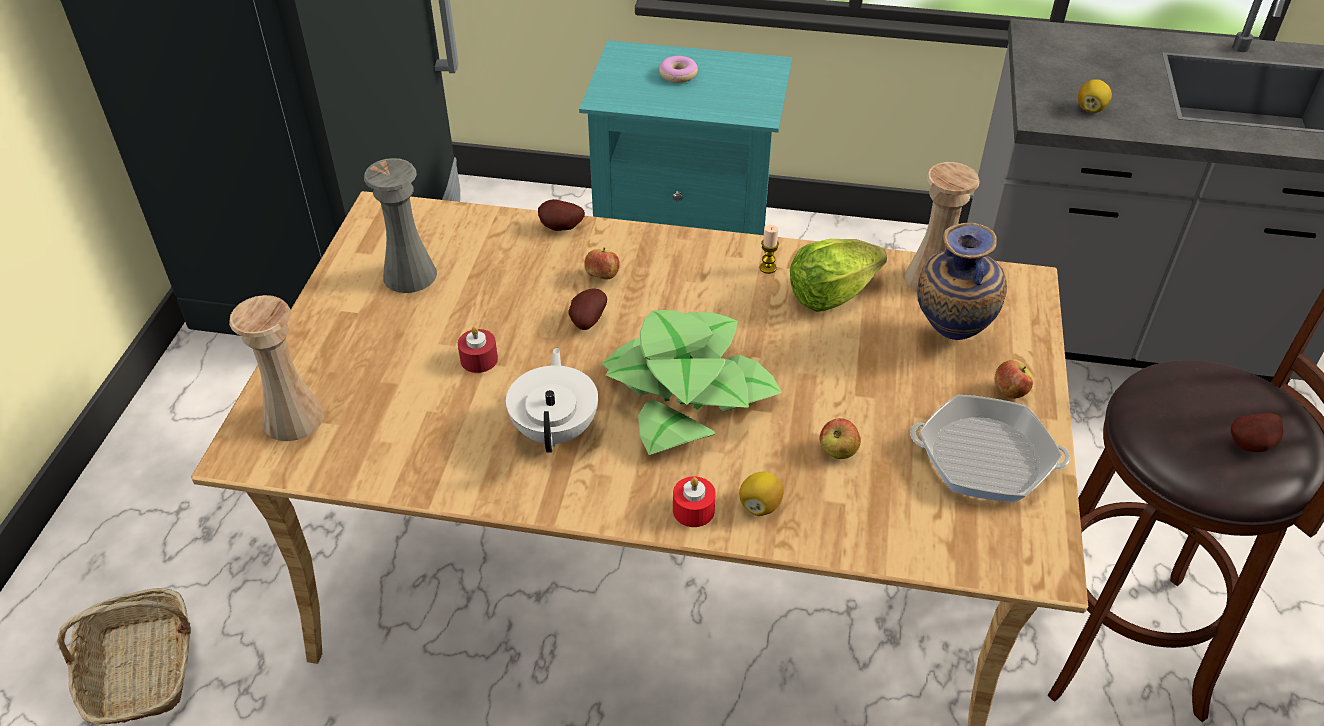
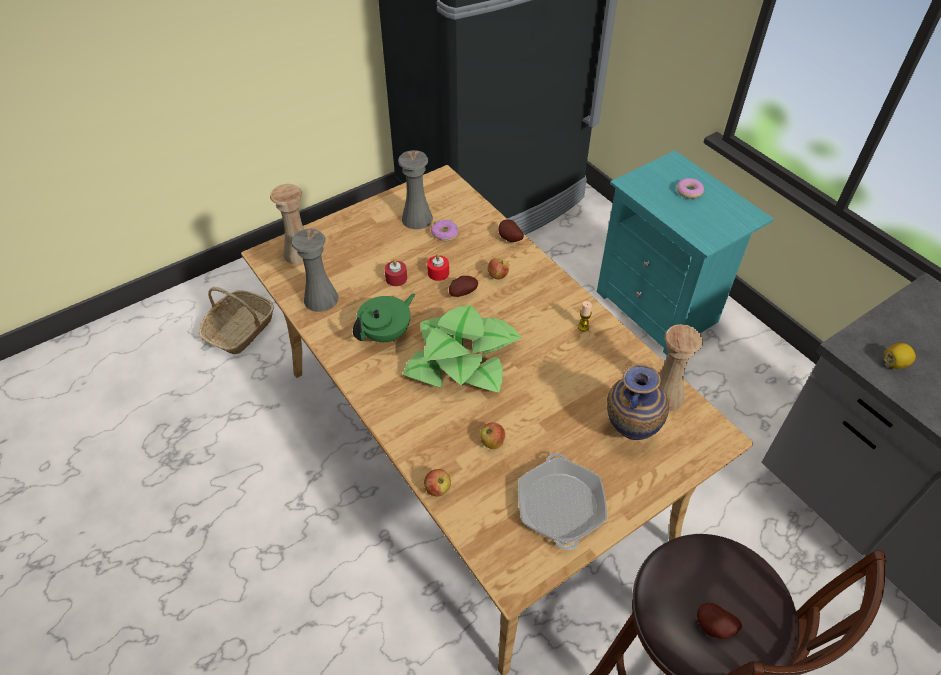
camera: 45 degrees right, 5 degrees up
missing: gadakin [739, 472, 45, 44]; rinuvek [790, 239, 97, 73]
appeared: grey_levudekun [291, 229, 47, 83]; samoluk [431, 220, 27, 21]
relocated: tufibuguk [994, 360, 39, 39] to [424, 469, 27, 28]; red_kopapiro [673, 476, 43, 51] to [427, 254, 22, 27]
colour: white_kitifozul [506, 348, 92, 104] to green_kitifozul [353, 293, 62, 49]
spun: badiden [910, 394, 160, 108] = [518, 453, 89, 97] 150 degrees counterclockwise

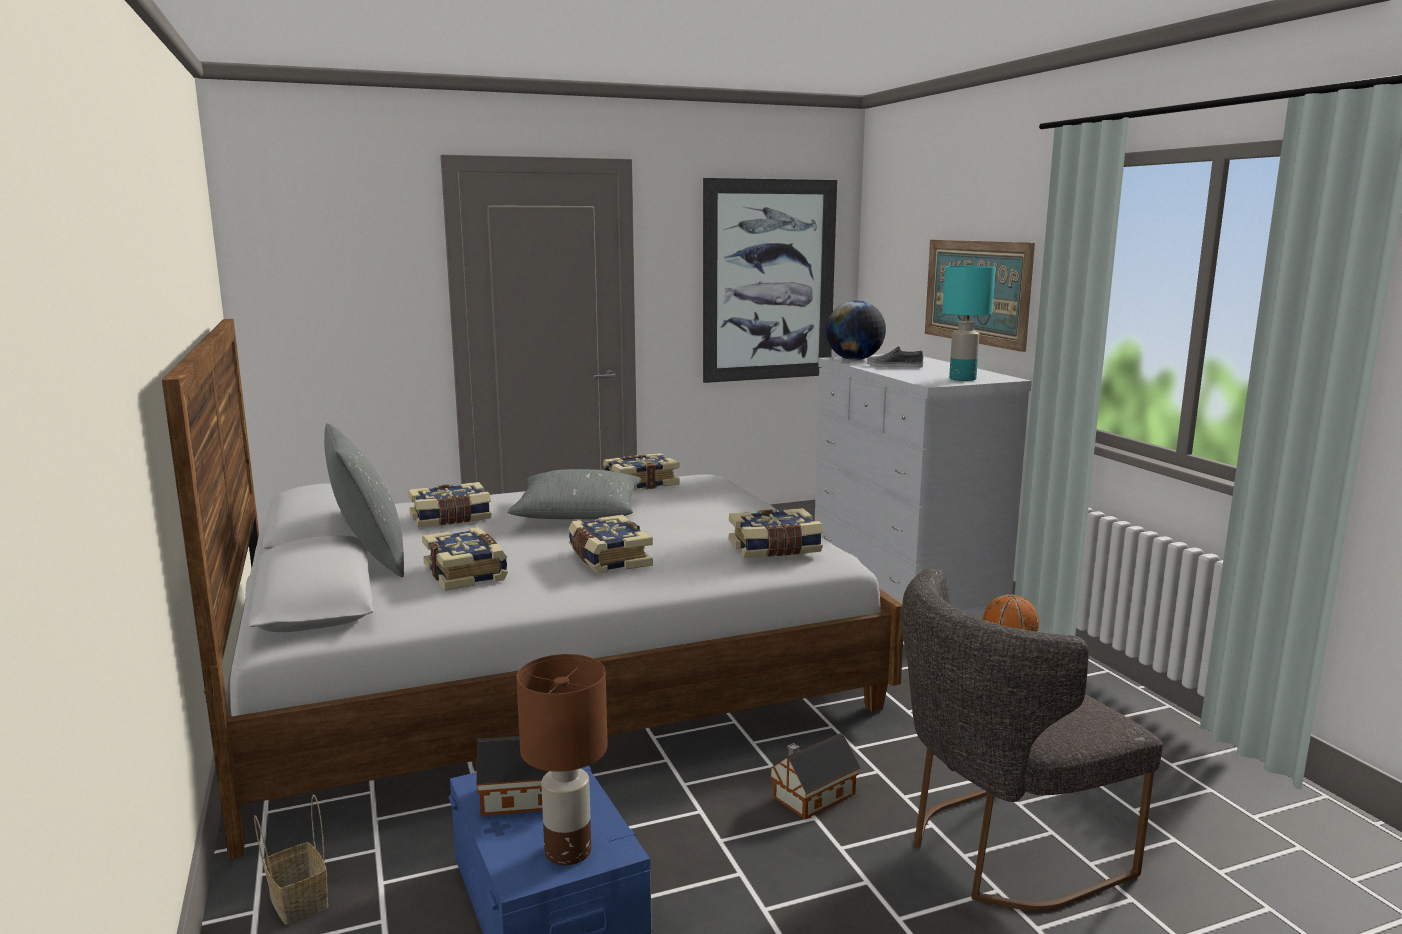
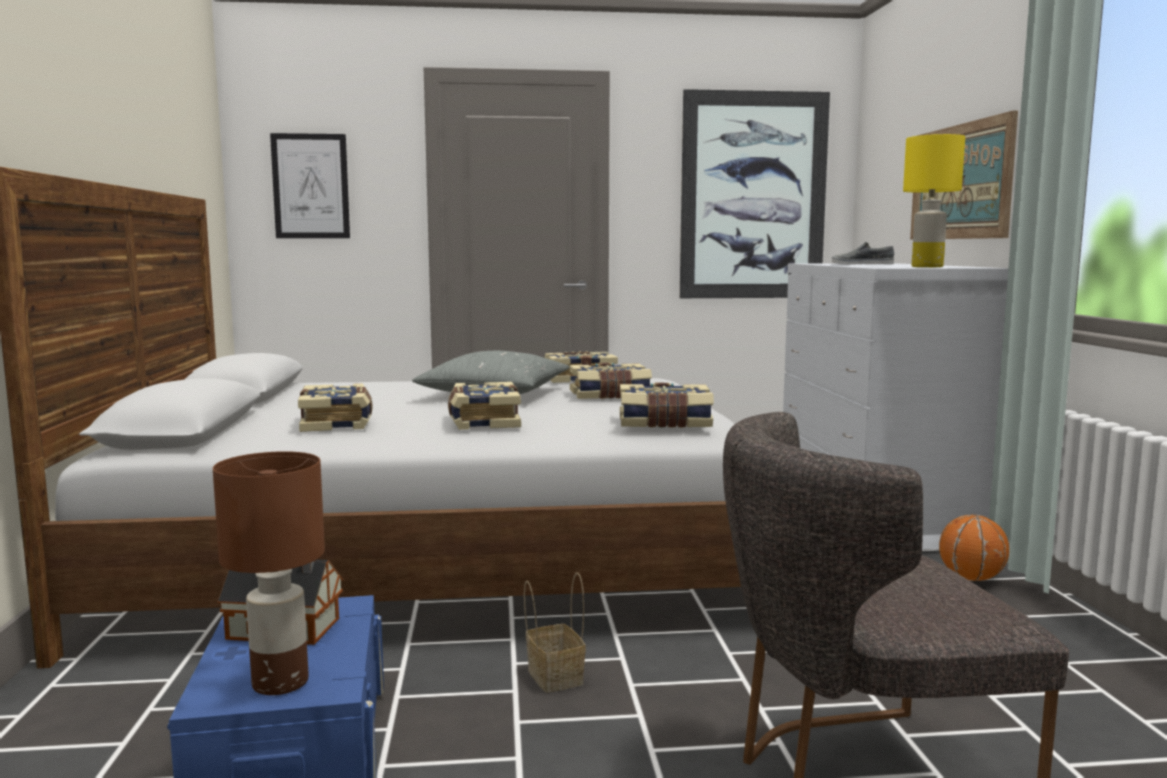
camera: 15 degrees right, 5 degrees down
missing: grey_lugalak [324, 424, 80, 154]; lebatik [769, 733, 92, 86]; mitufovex [826, 300, 60, 60]
appeared: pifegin [270, 133, 80, 105]
relocated: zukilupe [254, 795, 74, 130] to [524, 572, 62, 121]; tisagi [408, 482, 83, 45] to [570, 363, 82, 36]
colour: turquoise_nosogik [942, 266, 54, 115] to yellow_nosogik [903, 134, 62, 133]

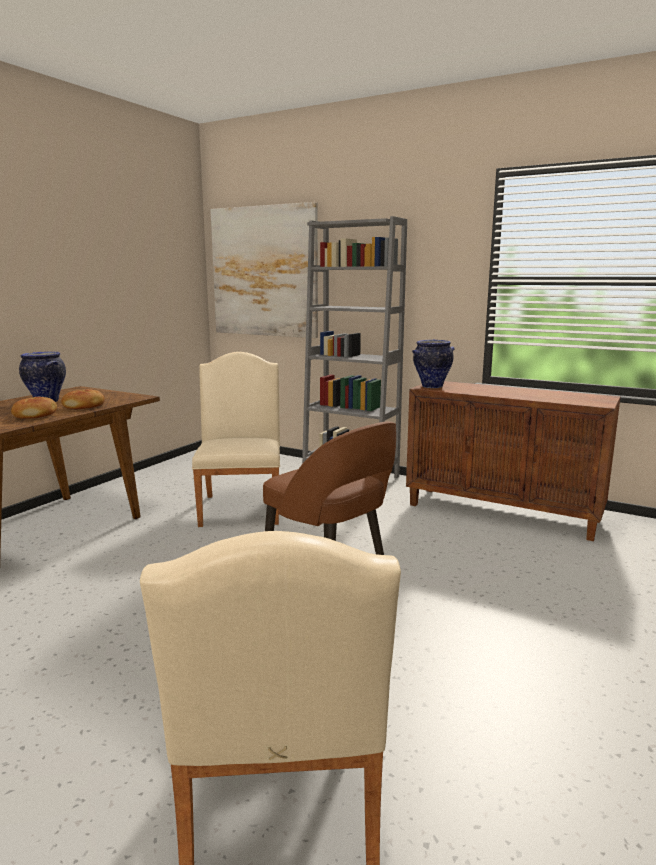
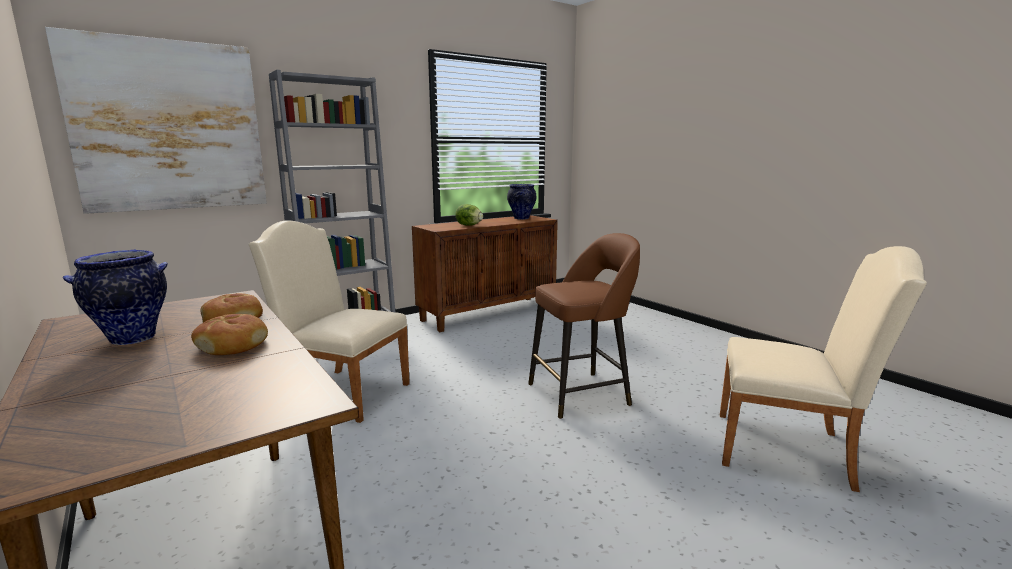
camera: 65 degrees left, 0 degrees up
appeared: rinuvek [455, 204, 28, 22]
relocated: levudekun [412, 340, 43, 48] to [507, 184, 29, 36]

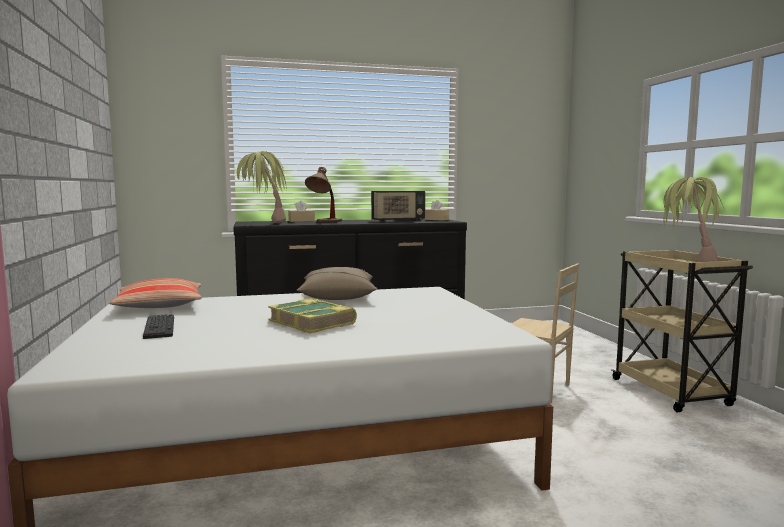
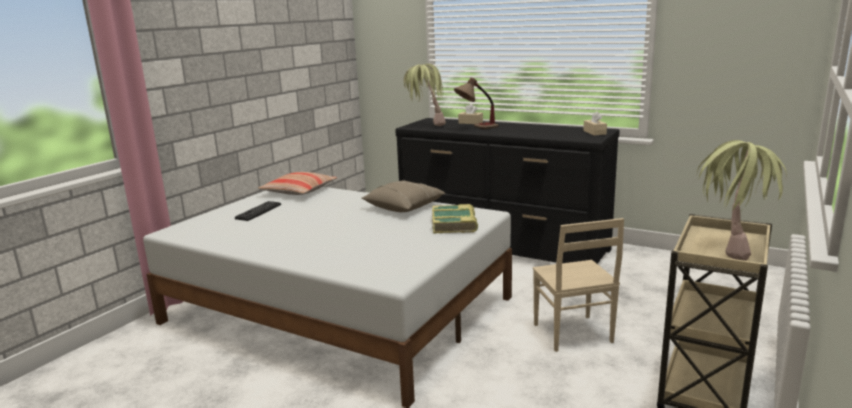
camera: 45 degrees right, 10 degrees up
missing: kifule [371, 191, 54, 31]
relocated: tisagi [268, 298, 89, 35] to [432, 204, 46, 29]

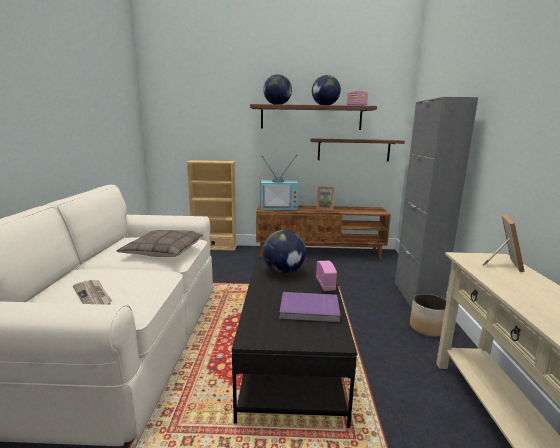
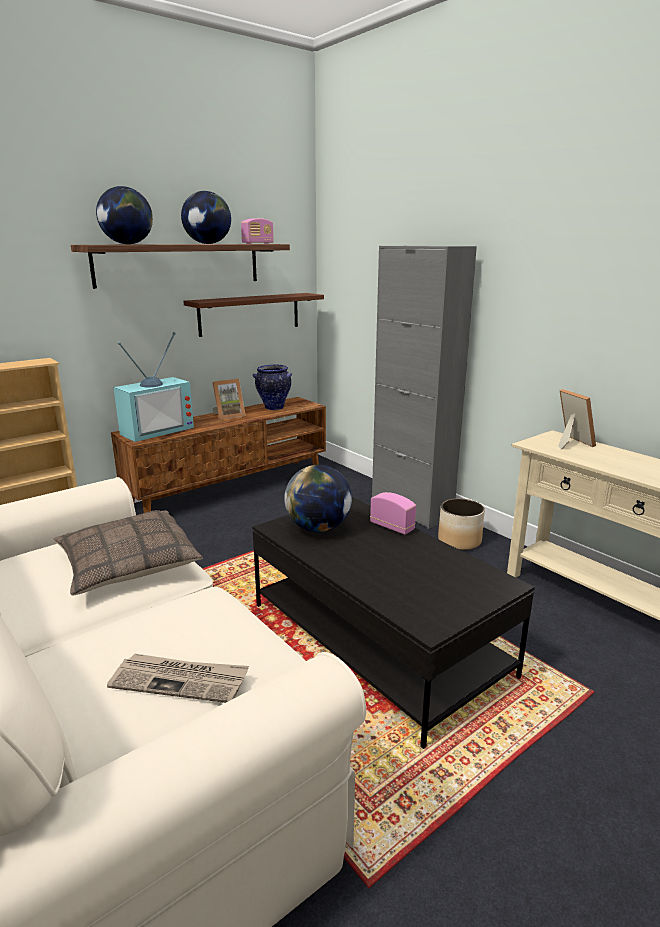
camera: 40 degrees left, 5 degrees up
missing: purple_tisagi [279, 292, 61, 30]
appeared: levudekun [253, 364, 39, 46]

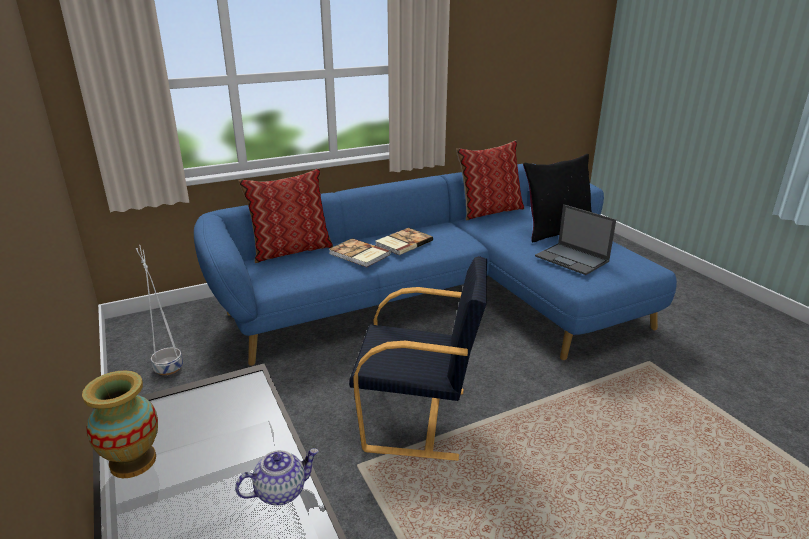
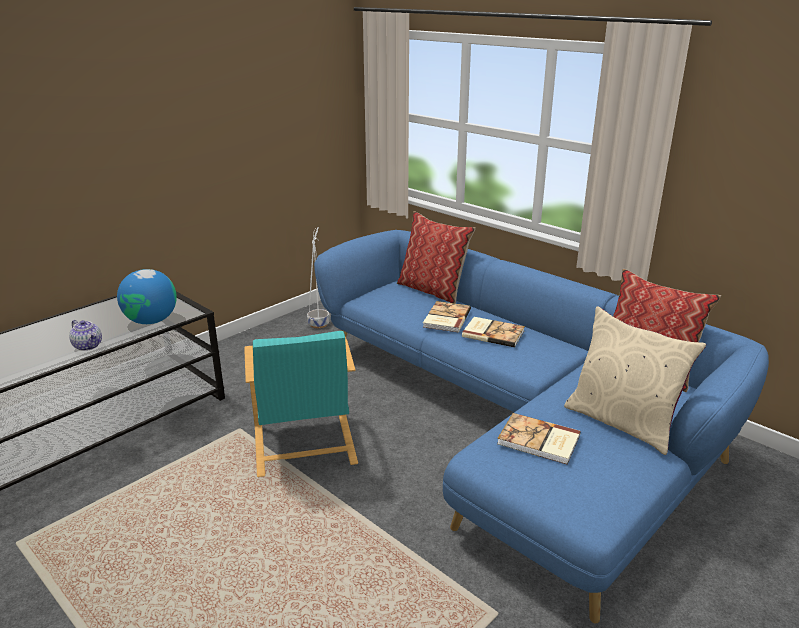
camera: 70 degrees right, 0 degrees up
missing: levudekun [82, 370, 76, 108]
appeared: mitufovex [117, 269, 60, 55]
exchanged: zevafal [535, 204, 81, 71] to tisagi [497, 413, 84, 52]
colour: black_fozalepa [349, 256, 138, 205] to turquoise_fozalepa [245, 331, 113, 146]; black_lugalak [523, 154, 69, 88] to beige_lugalak [564, 306, 142, 149]

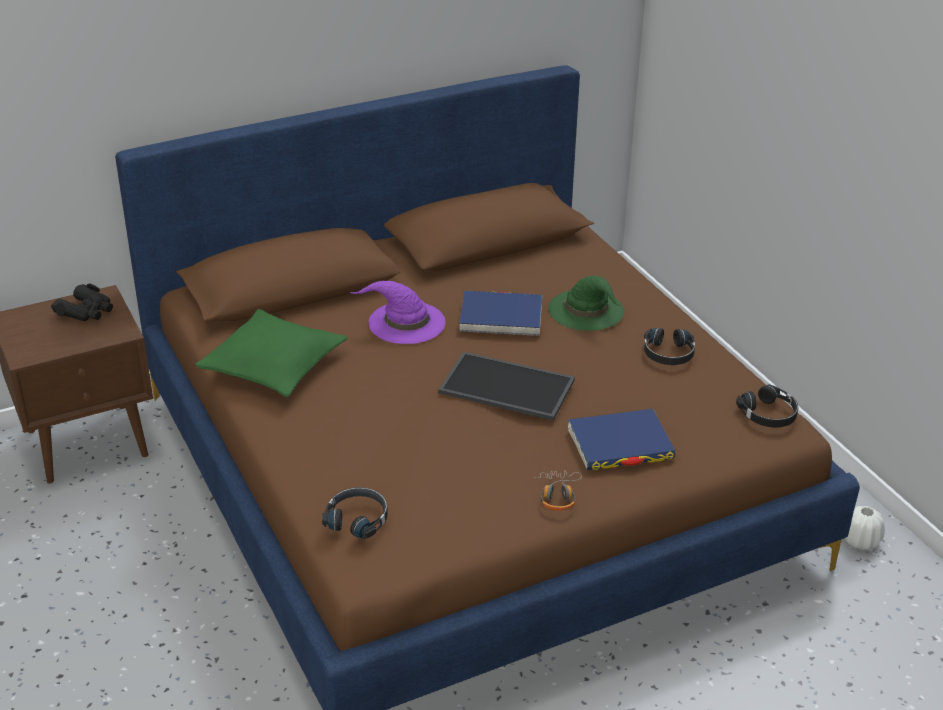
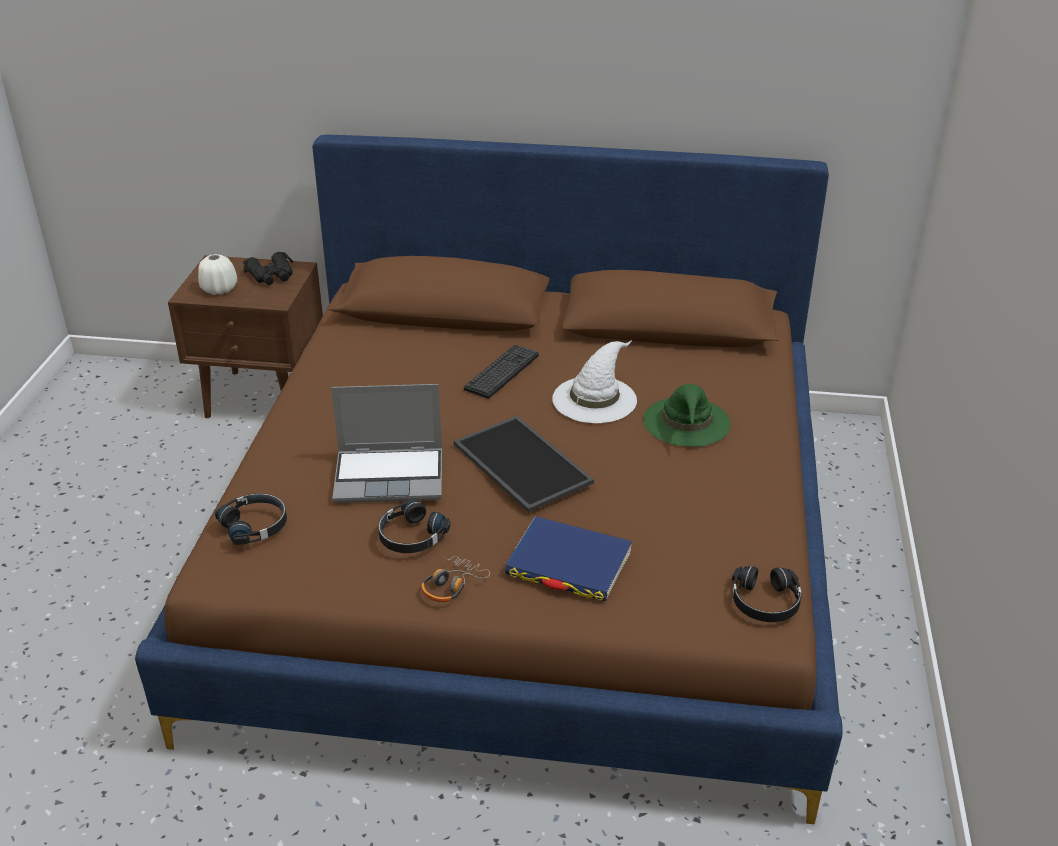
camera: 35 degrees right, 0 degrees up
missing: green_lugalak [195, 309, 152, 88]
appeared: zevafal [331, 384, 111, 119]
relocated: white_levudekun [844, 506, 41, 44] to [198, 254, 39, 41]; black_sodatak [644, 328, 51, 37] to [378, 500, 73, 53]
exchanged: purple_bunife [350, 281, 95, 63] to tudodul [464, 345, 75, 54]; blue_tisagi [459, 291, 83, 45] to white_bunife [552, 340, 85, 83]

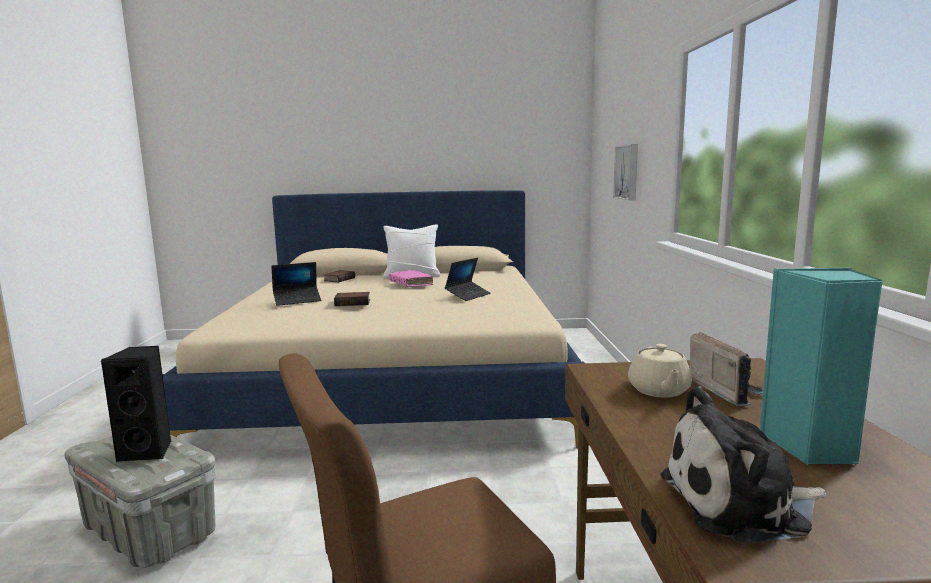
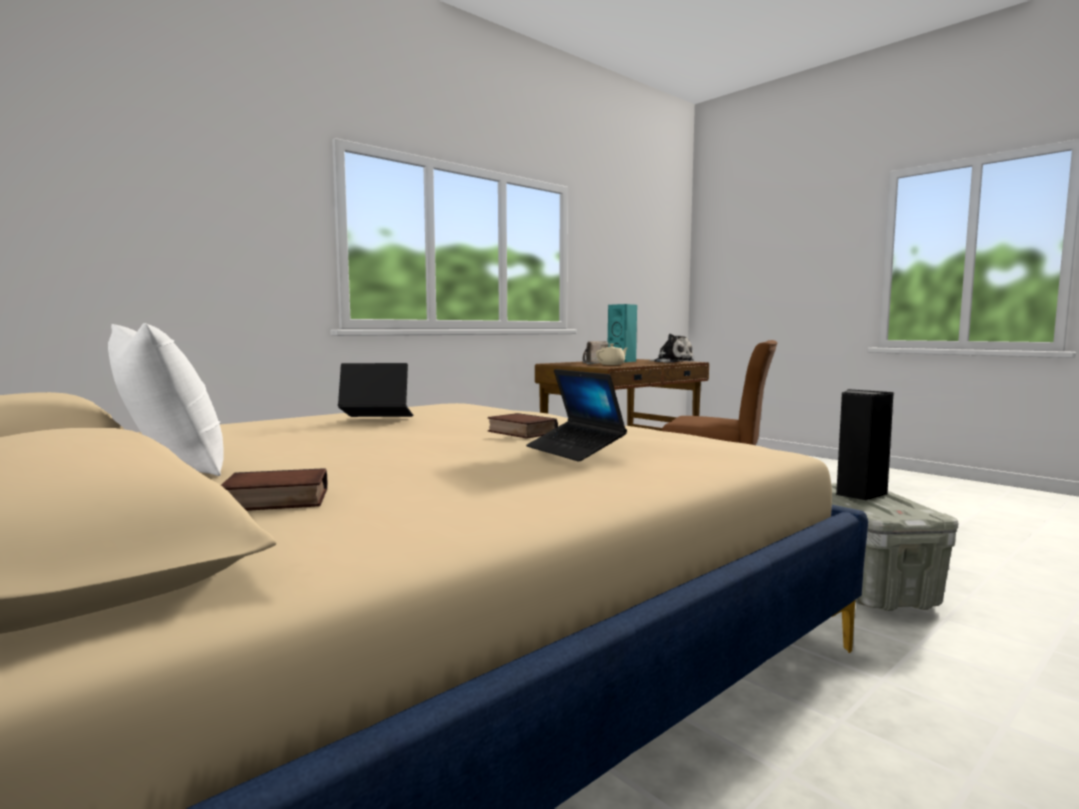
camera: 130 degrees left, 5 degrees down
missing: pink_tisagi [389, 270, 44, 17]; pifegin [613, 144, 25, 56]
spun: zevafal [271, 262, 50, 44] = [526, 369, 101, 93] 150 degrees counterclockwise

